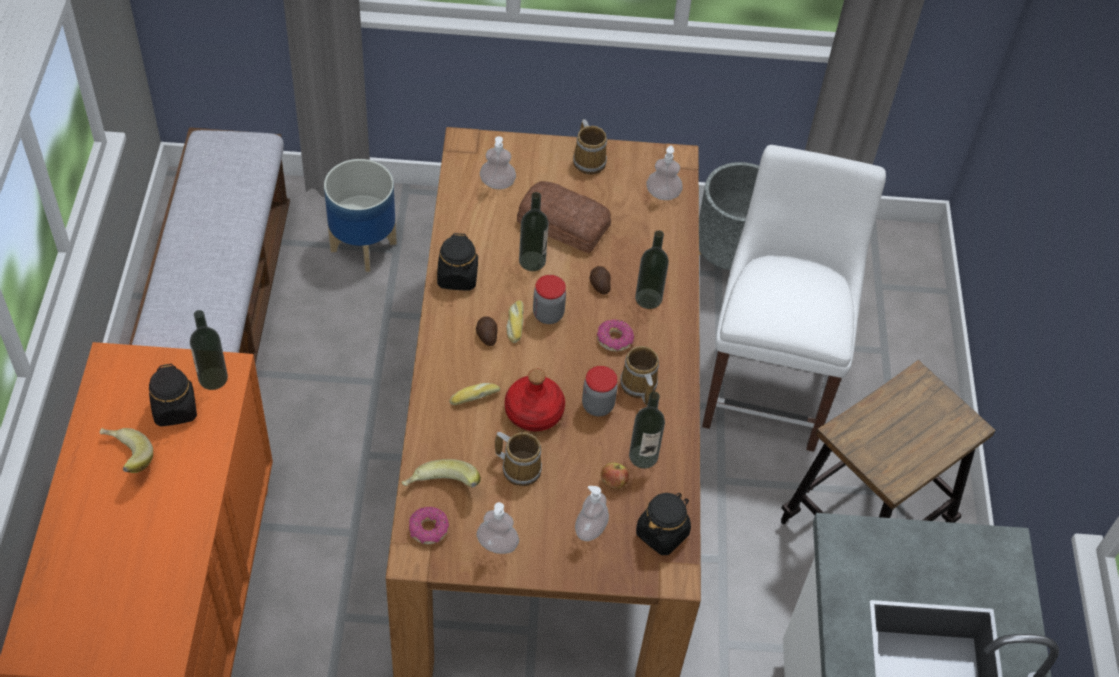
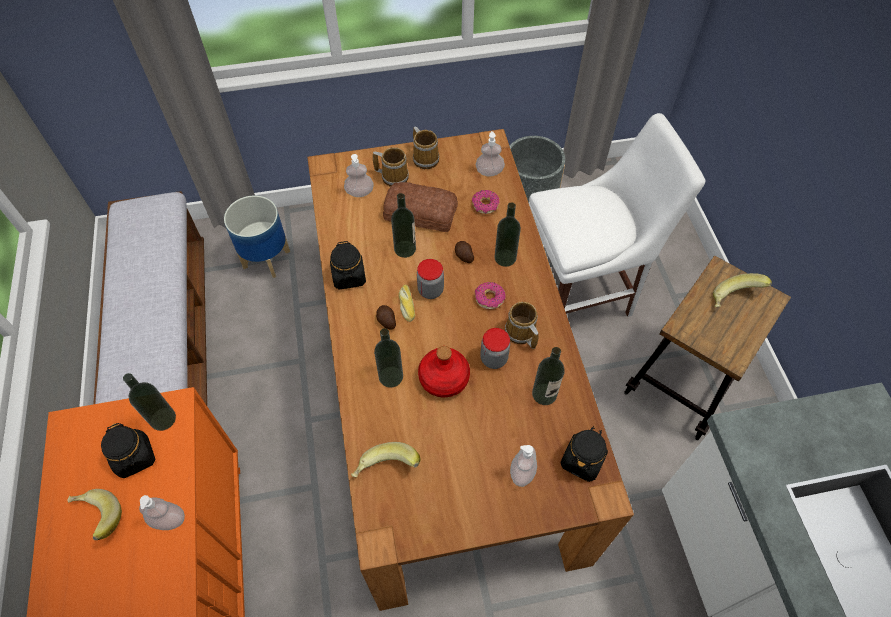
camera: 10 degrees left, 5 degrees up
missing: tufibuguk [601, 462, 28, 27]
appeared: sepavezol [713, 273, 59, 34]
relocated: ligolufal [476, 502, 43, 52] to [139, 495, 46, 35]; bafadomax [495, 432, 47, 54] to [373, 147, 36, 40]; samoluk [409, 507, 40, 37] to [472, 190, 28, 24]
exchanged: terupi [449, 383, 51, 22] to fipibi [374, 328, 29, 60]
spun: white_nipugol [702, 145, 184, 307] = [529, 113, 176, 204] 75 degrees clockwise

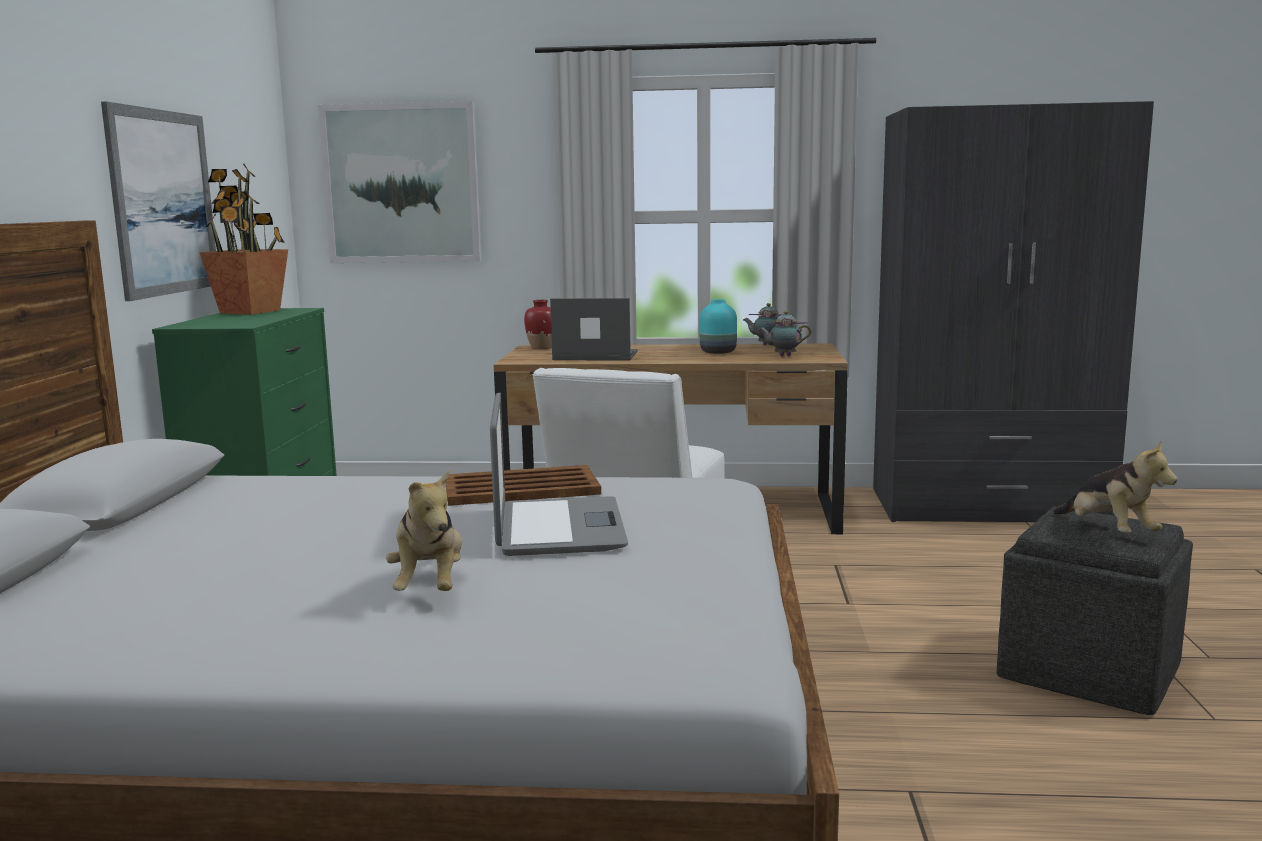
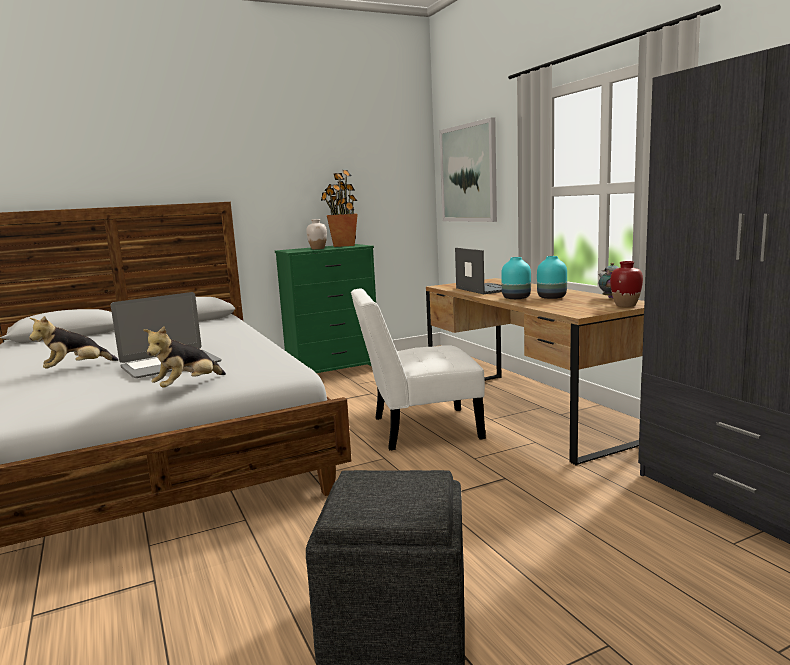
camera: 60 degrees right, 0 degrees up
missing: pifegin [101, 101, 115, 200]; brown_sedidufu [445, 465, 156, 41]; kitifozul [758, 311, 53, 45]
appeared: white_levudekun [306, 219, 21, 30]; turquoise_levudekun [501, 257, 30, 42]
relocated: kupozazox [1053, 440, 125, 93] to [143, 326, 83, 62]; red_levudekun [524, 300, 28, 49] to [610, 261, 33, 46]

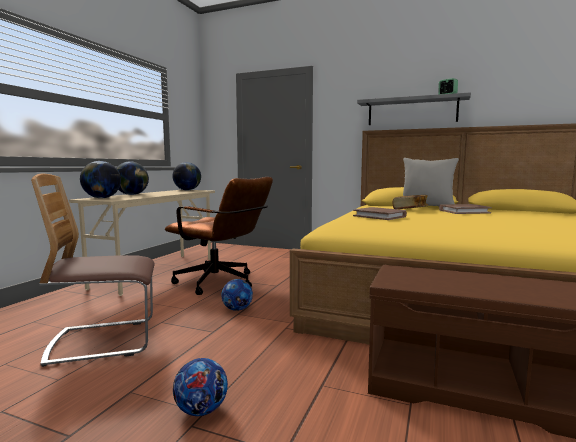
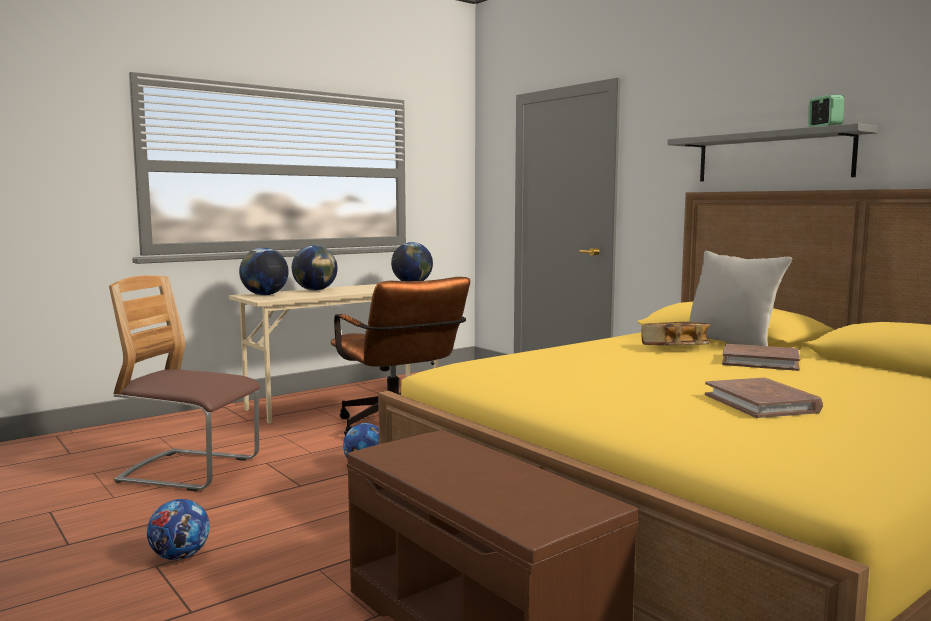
camera: 30 degrees right, 0 degrees up
relocated: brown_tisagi [353, 207, 54, 13] to [705, 378, 118, 40]

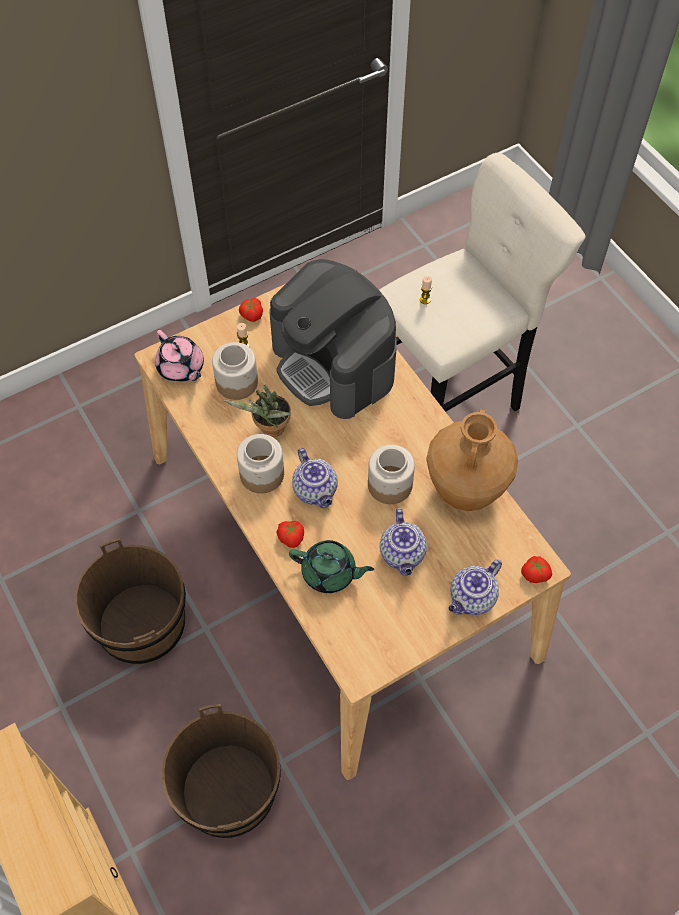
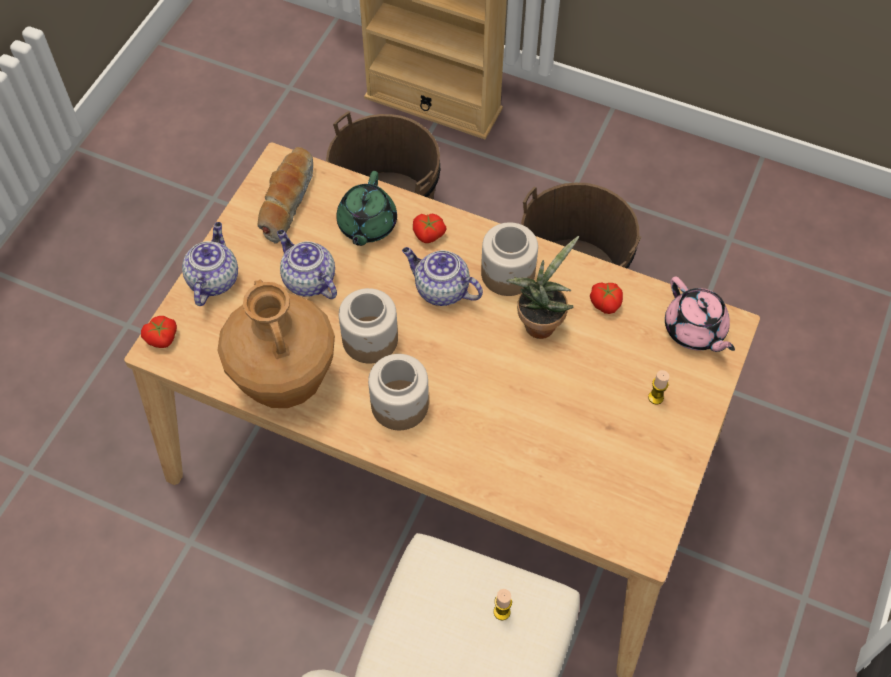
camera: 145 degrees right, 0 degrees up
missing: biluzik [269, 259, 128, 160]
appeared: terupi [258, 147, 55, 97]
relocated: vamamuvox [212, 342, 46, 58] to [368, 354, 61, 76]; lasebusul [239, 298, 24, 24] to [590, 282, 33, 32]
spun: green_kitifozul [289, 540, 85, 53] = [336, 171, 61, 75] 60 degrees counterclockwise; pink_kitifozul [155, 330, 49, 52] = [665, 276, 70, 76] 135 degrees counterclockwise

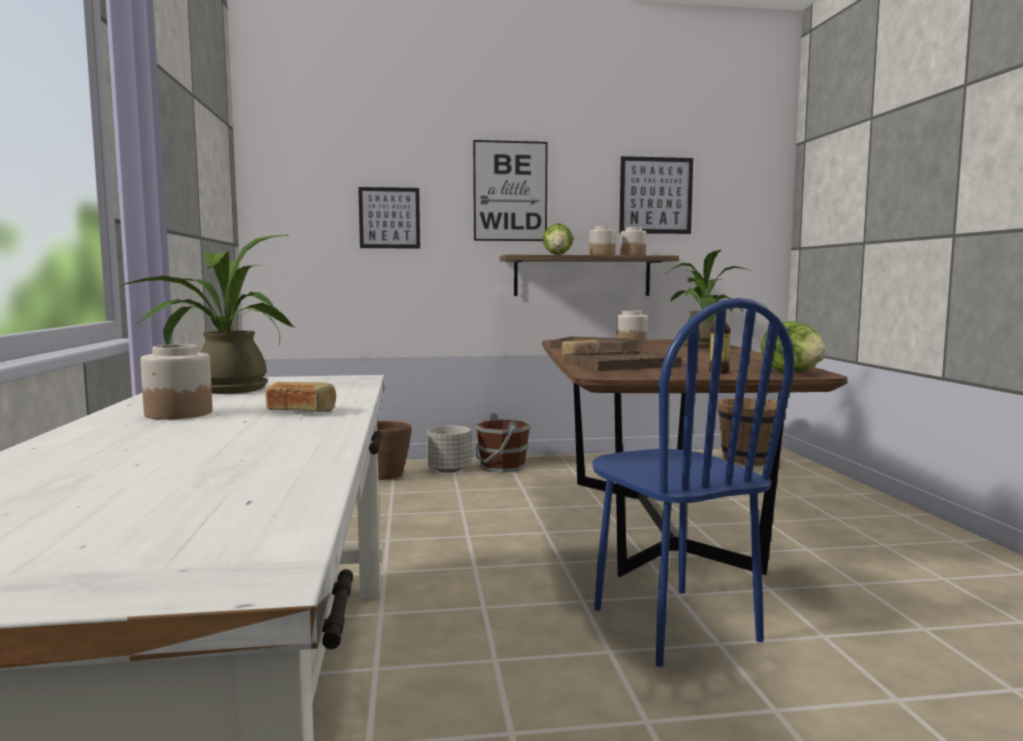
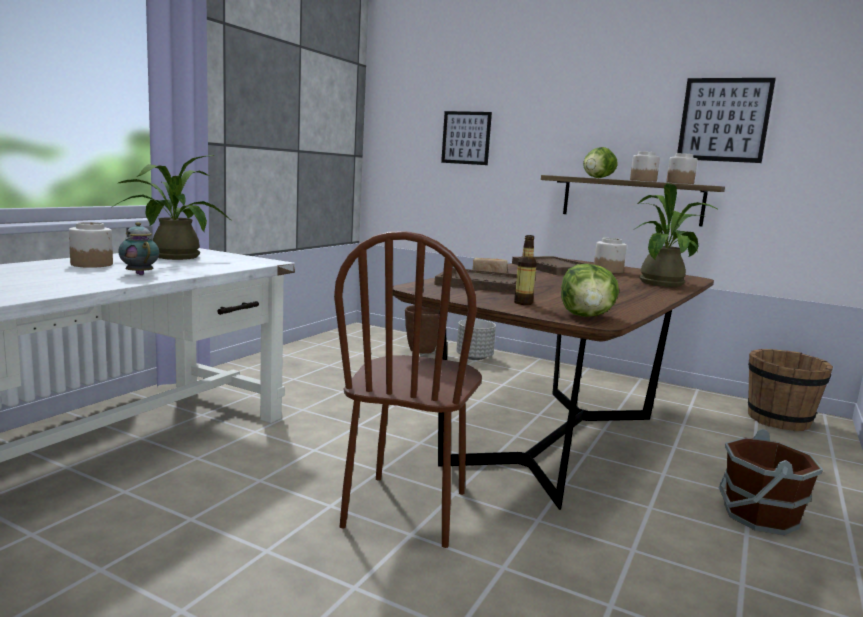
camera: 35 degrees right, 5 degrees up
missing: pifegin [473, 140, 74, 101]
relocated: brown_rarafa [474, 412, 57, 61] to [718, 429, 105, 106]
exchanged: terupi [266, 382, 70, 30] to kitifozul [118, 222, 41, 53]
colour: blue_nipugol [592, 298, 202, 369] to brown_nipugol [334, 231, 148, 317]

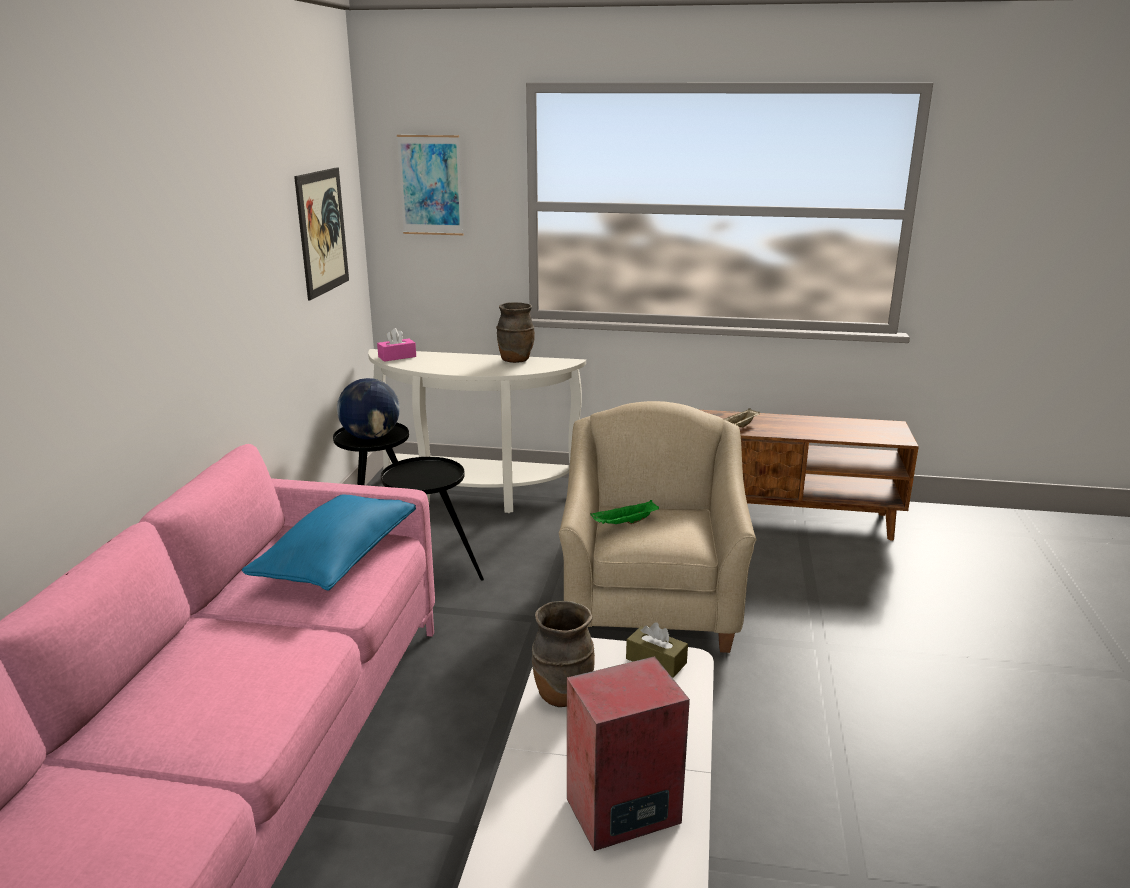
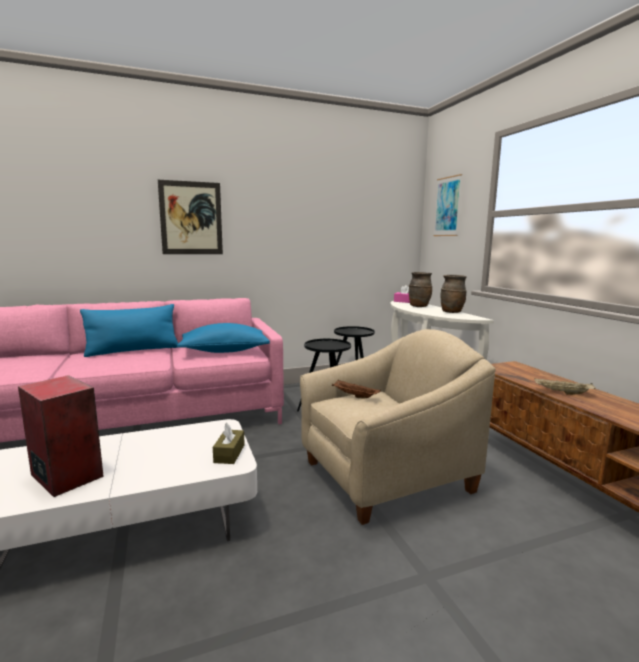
camera: 60 degrees right, 10 degrees down
missing: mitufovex [337, 378, 63, 62]
appeared: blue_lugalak [80, 304, 98, 53]
relocated: pifegin [294, 167, 55, 134] to [158, 180, 65, 74]; brown_levudekun [532, 601, 63, 106] to [409, 272, 23, 35]
colour: green_sedidufu [591, 500, 68, 24] to brown_sedidufu [332, 380, 49, 18]

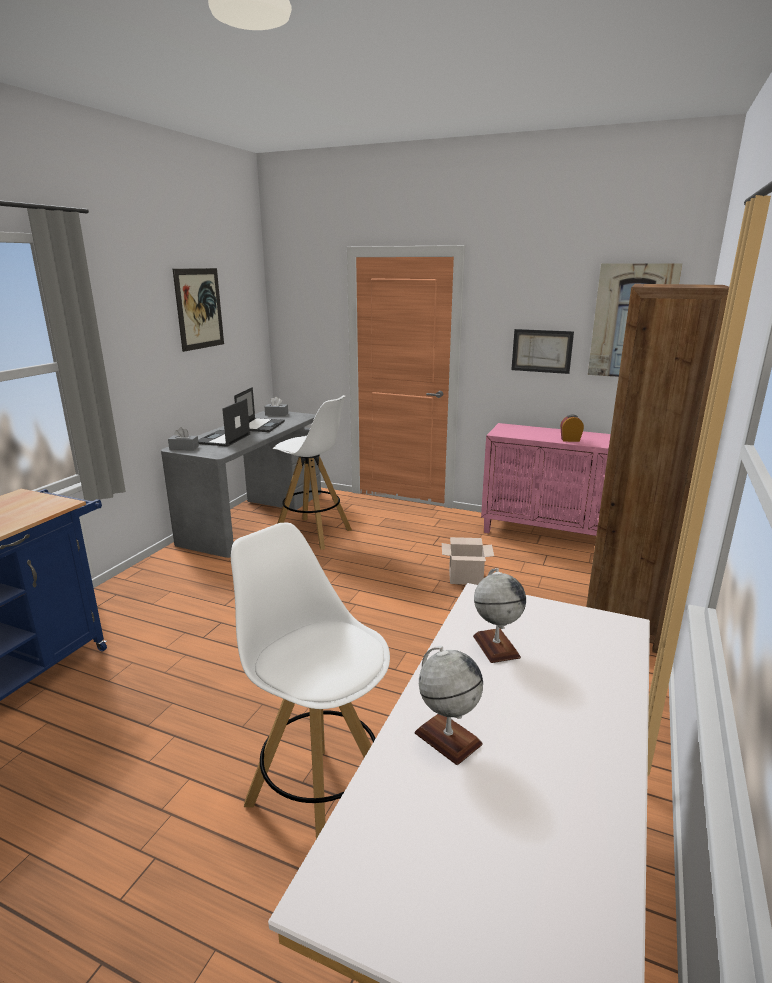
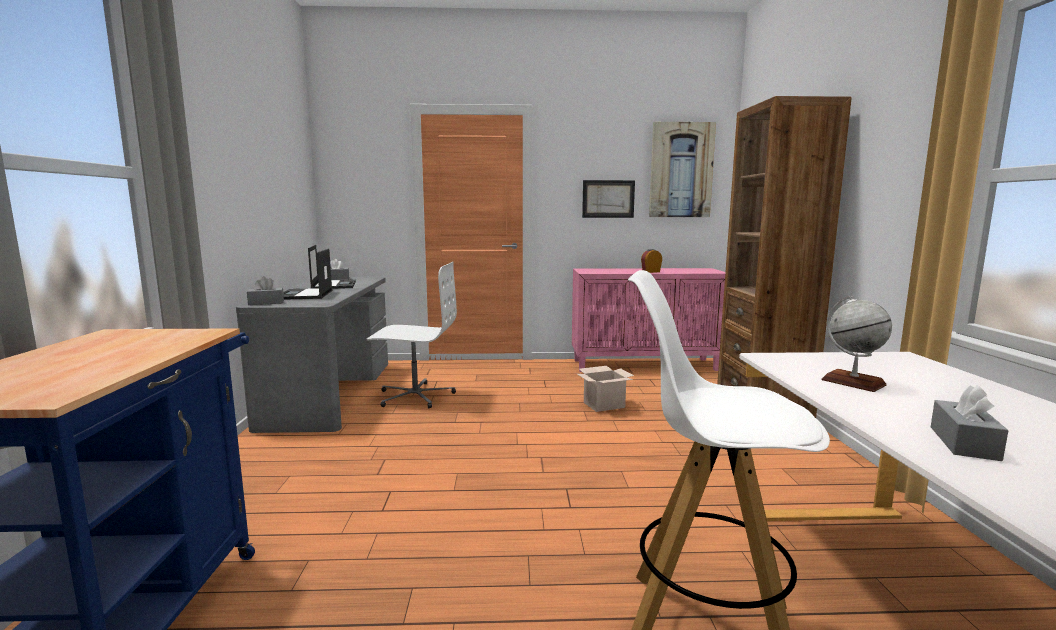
camera: 25 degrees left, 10 degrees down
missing: pifegin [173, 268, 51, 84]
exchanged: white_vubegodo [273, 395, 79, 155] to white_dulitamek [367, 262, 90, 146]; mitufovex [415, 646, 68, 119] to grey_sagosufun [931, 385, 78, 76]

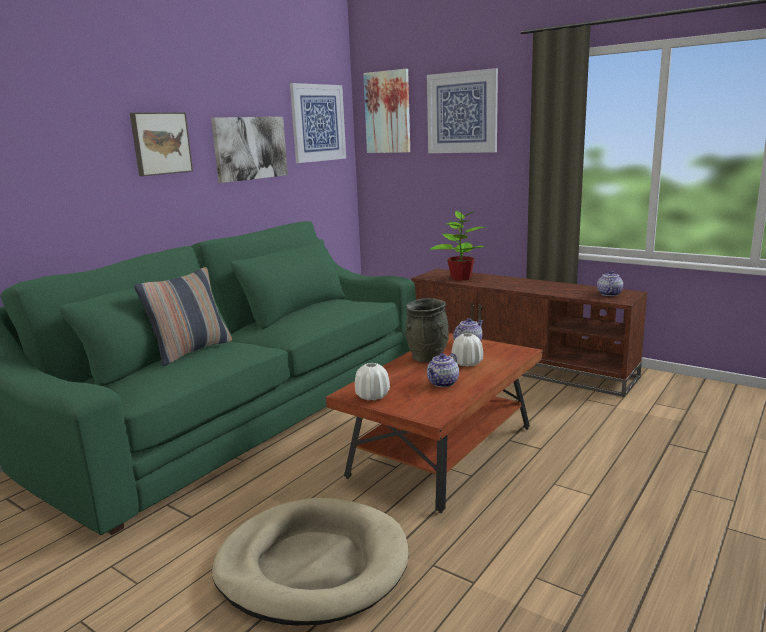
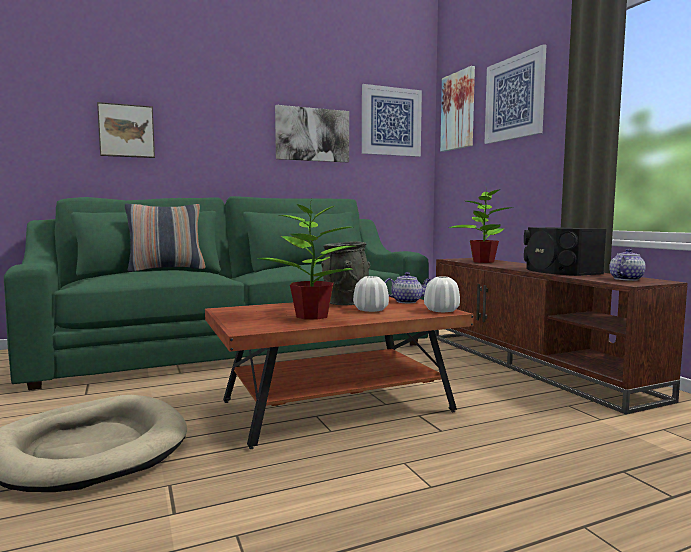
camera: 30 degrees right, 10 degrees down
appeared: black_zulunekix [524, 227, 82, 49]
relocated: pifegin [130, 112, 63, 64] to [97, 102, 58, 56]; white_levudekun [355, 363, 35, 38] to [424, 276, 36, 36]
exchanged: kitifozul [427, 353, 32, 34] to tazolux [257, 199, 98, 121]

